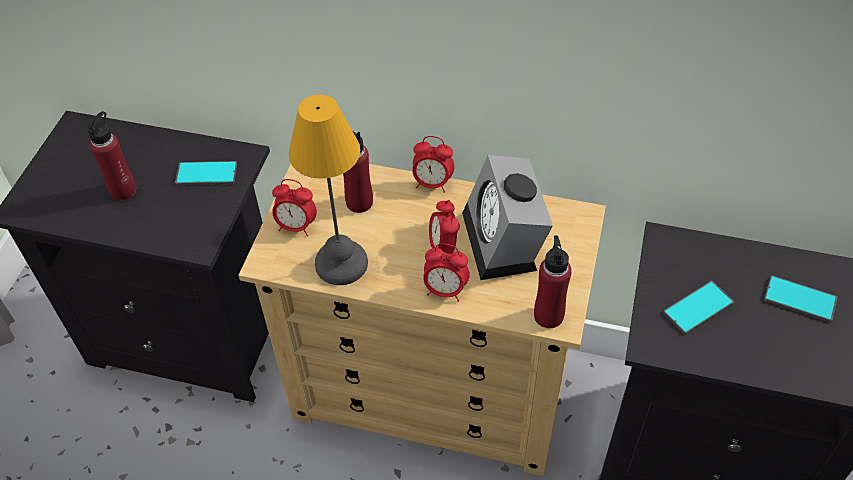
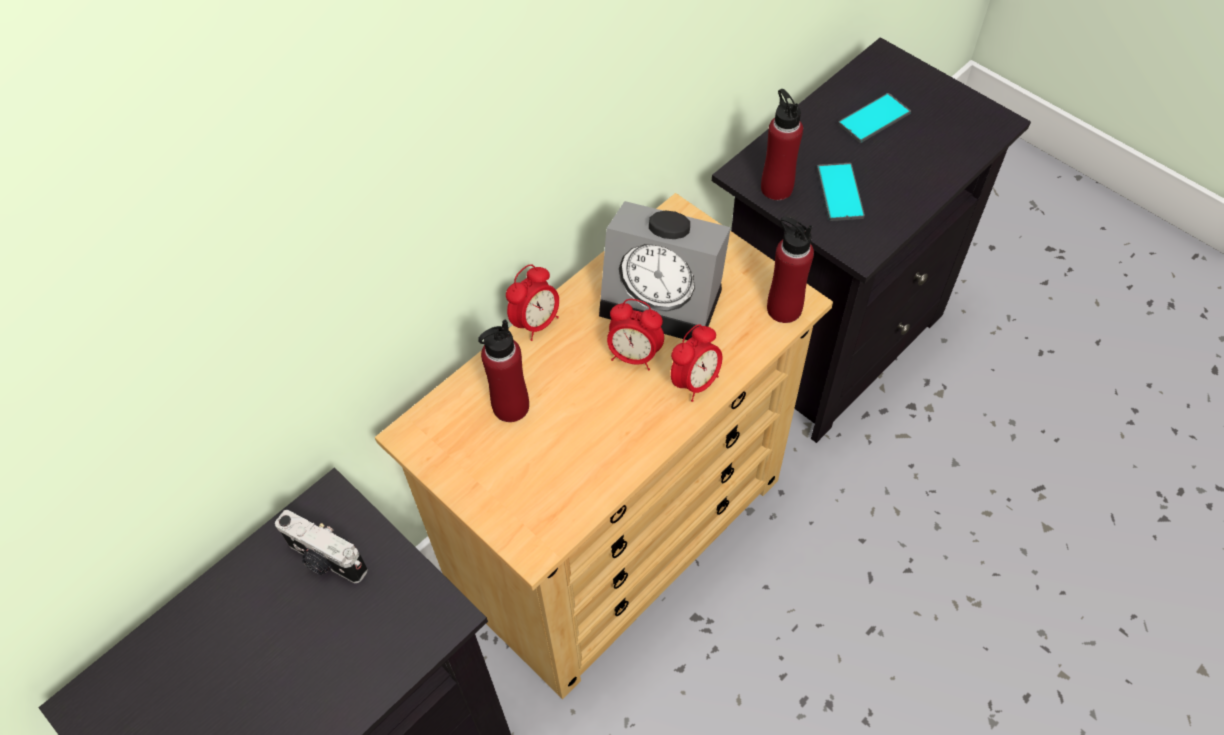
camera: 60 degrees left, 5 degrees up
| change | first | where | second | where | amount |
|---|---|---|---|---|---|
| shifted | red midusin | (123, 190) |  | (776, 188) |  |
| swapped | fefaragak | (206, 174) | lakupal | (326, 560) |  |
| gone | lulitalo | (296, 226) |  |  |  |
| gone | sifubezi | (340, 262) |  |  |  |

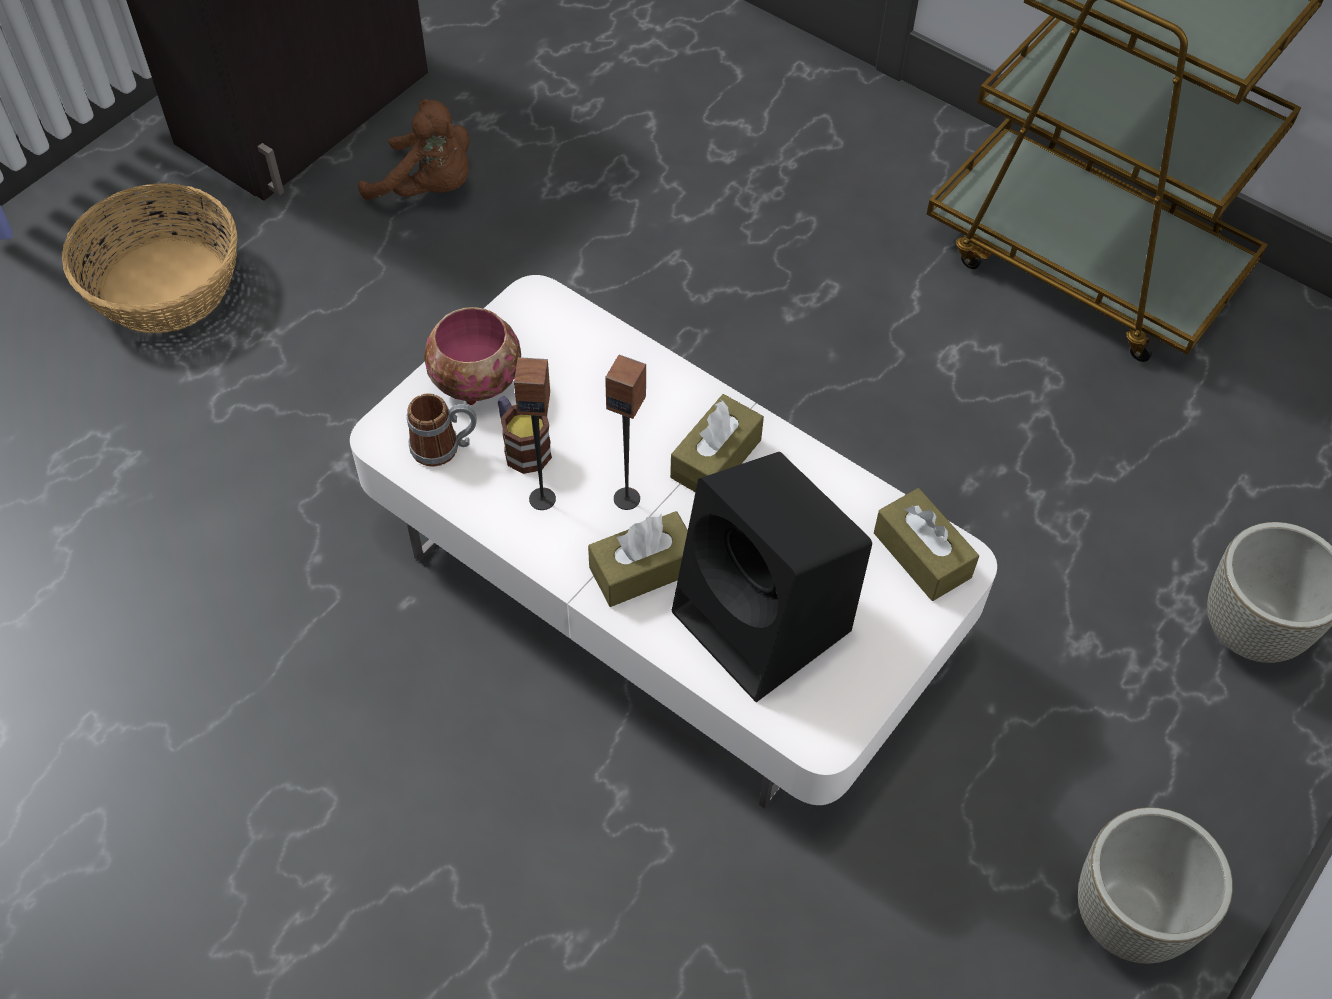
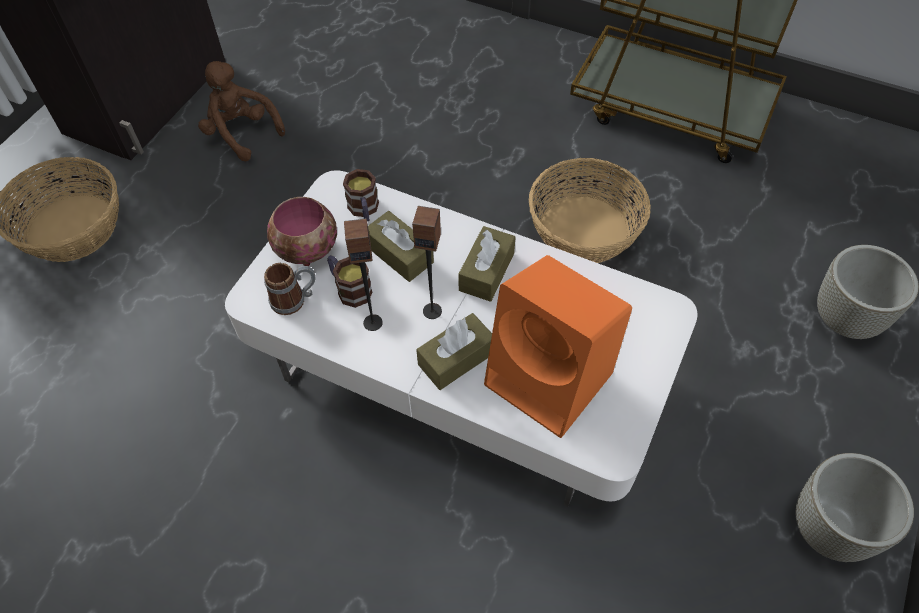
camera: 10 degrees left, 0 degrees up
| change | first | where | second | where | amount |
|---|---|---|---|---|---|
| rotated | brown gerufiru | (428, 188) |  | (241, 133) | 150 degrees counterclockwise |
| repainted | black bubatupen | (765, 624) | orange bubatupen | (552, 380) |  |
| shifted | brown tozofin | (922, 555) |  | (399, 254) |  |
| new |  |  | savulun | (364, 210) |  |
| new |  |  | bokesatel | (585, 229) |  |

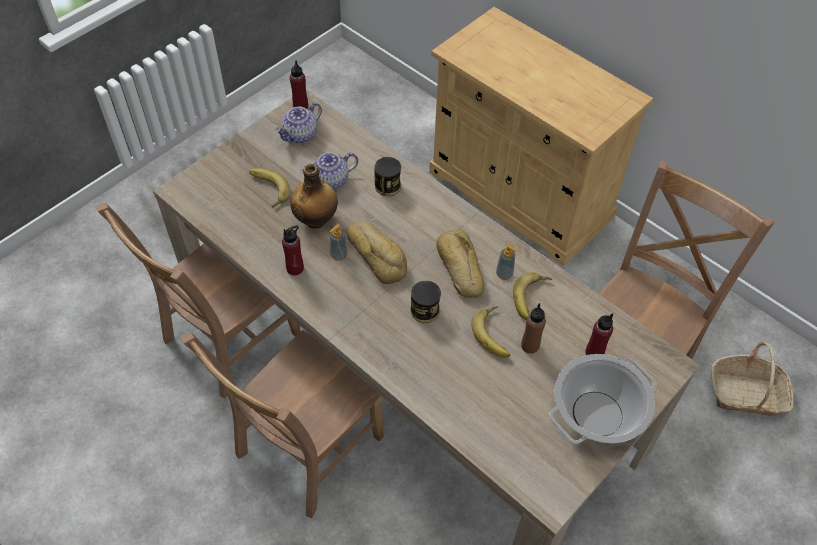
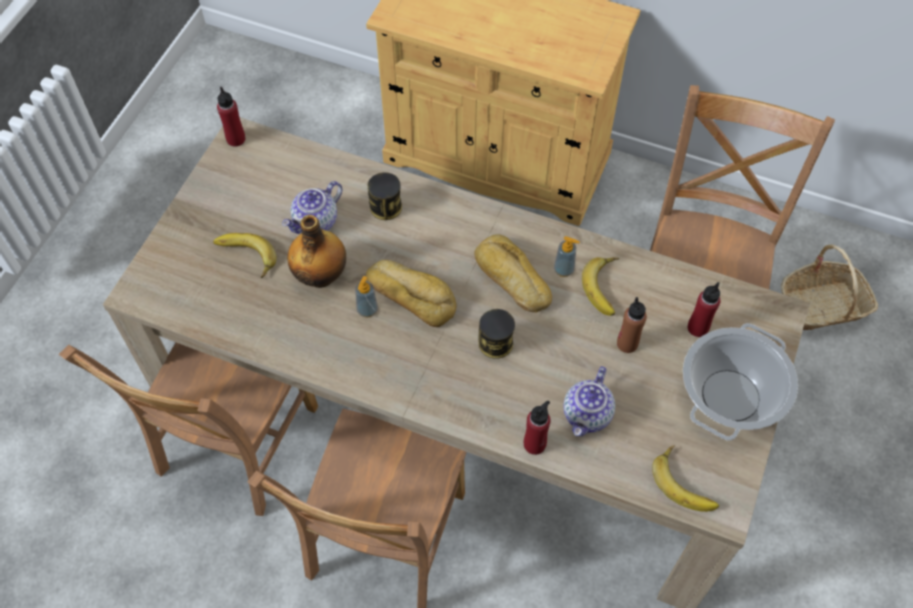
camera: 20 degrees left, 5 degrees up
| change | first | where | second | where | amount |
|---|---|---|---|---|---|
| shifted | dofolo | (300, 135) |  | (587, 415) |  |
| shifted | red midusin | (295, 268) |  | (534, 444) |  |
| shifted | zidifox | (495, 334) |  | (686, 482) |  |

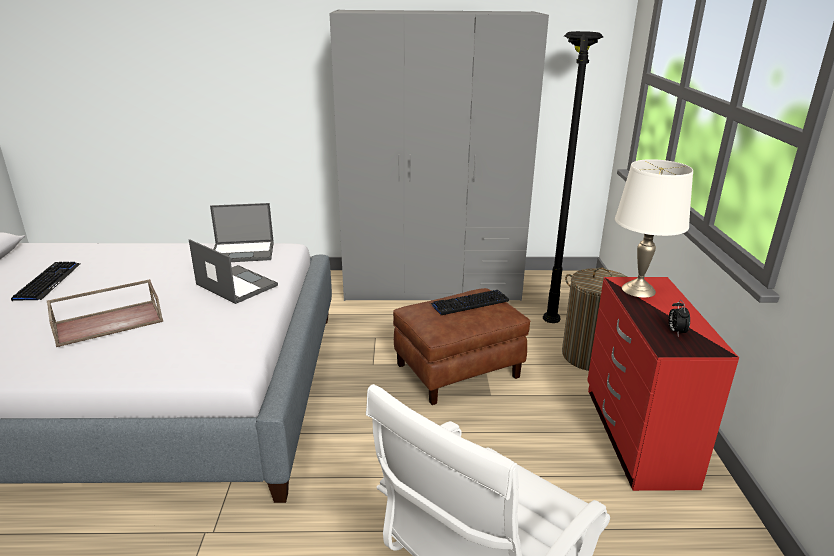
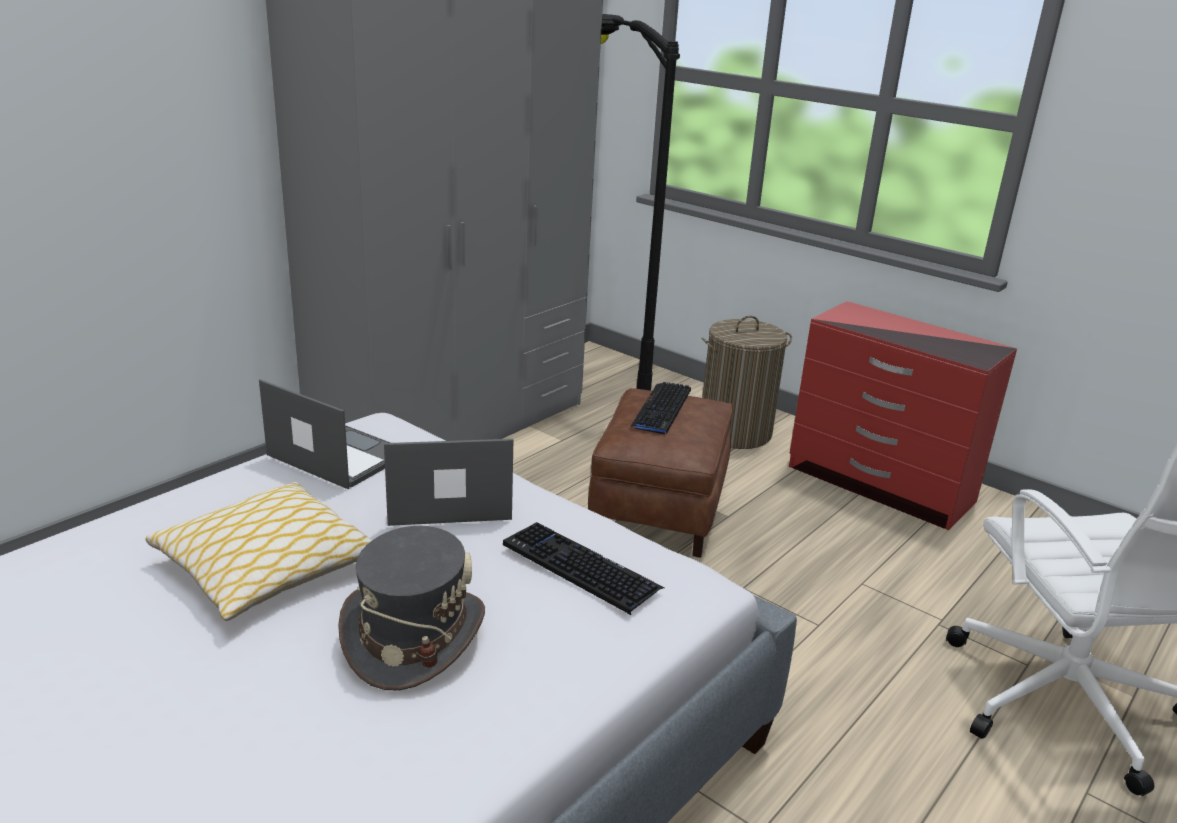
camera: 50 degrees left, 0 degrees up
| change | first | where | second | where | amount |
|---|---|---|---|---|---|
| shifted | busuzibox | (48, 282) |  | (580, 568) |  |
| swapped | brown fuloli | (109, 322) | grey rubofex | (413, 636) |  |
| rotated | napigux | (243, 252) |  | (336, 455) | 90 degrees counterclockwise |
| gone | white sifubezi | (638, 290) |  |  |  |
| gone | lulitalo | (676, 332) |  |  |  |
| new |  |  | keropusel | (267, 567) |  |

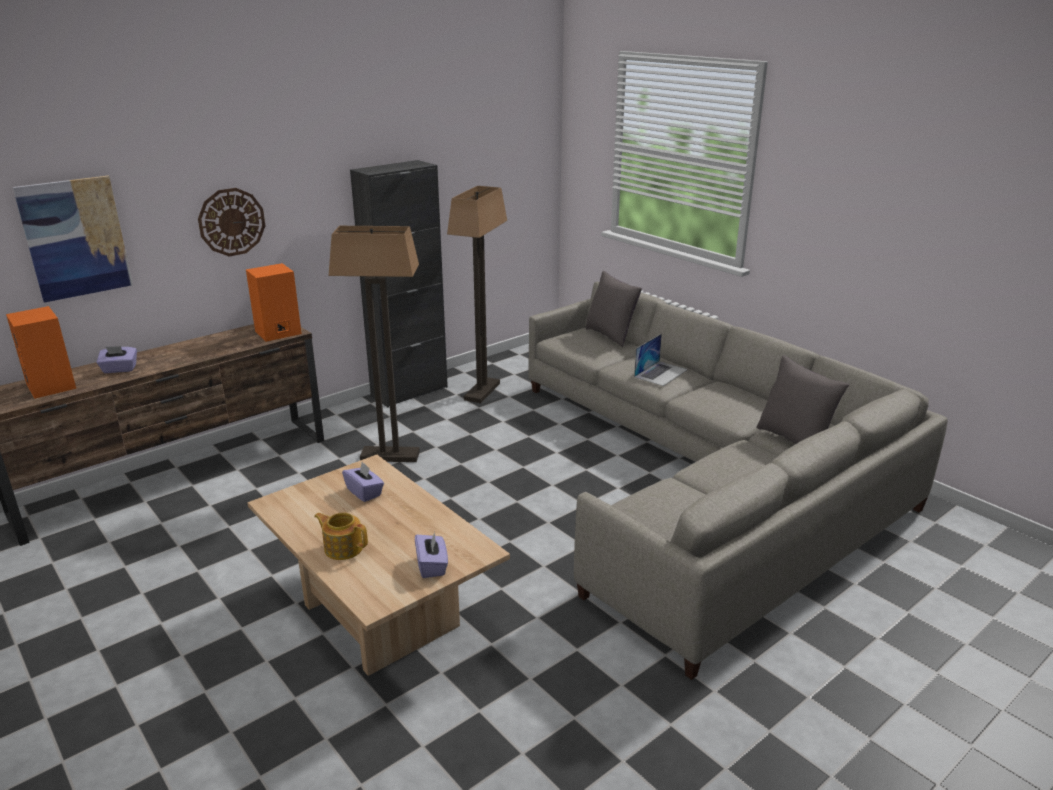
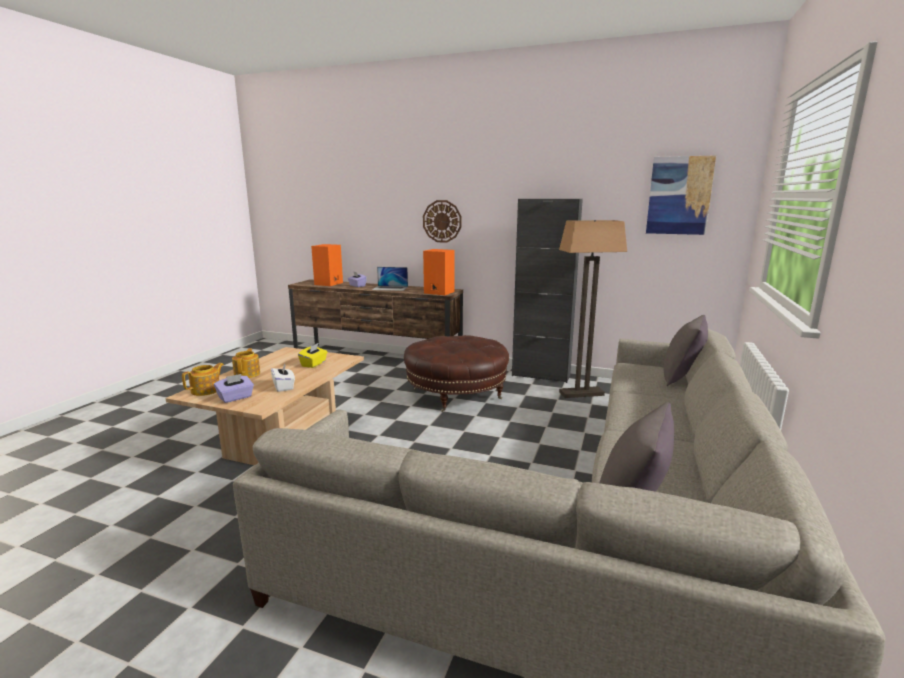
camera: 60 degrees right, 10 degrees down
| change | first | where | second | where | amount |
|---|---|---|---|---|---|
| shifted | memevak | (75, 238) |  | (679, 195) |  |
| swapped | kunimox | (390, 456) | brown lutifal | (456, 394) |  |
| repainted | purple tozofin | (364, 492) | yellow tozofin | (314, 364) |  |
| shifted | napigux | (661, 373) |  | (390, 288) |  |
| new |  |  | dofolo | (206, 390) |  |
| new |  |  | white tozofin | (284, 387) |  |

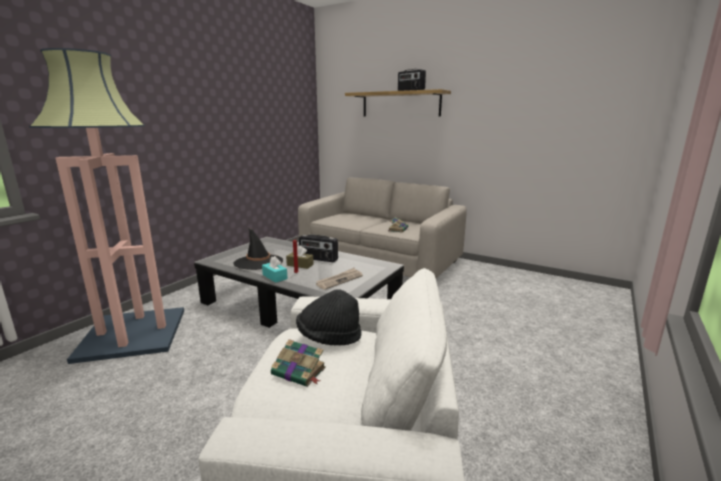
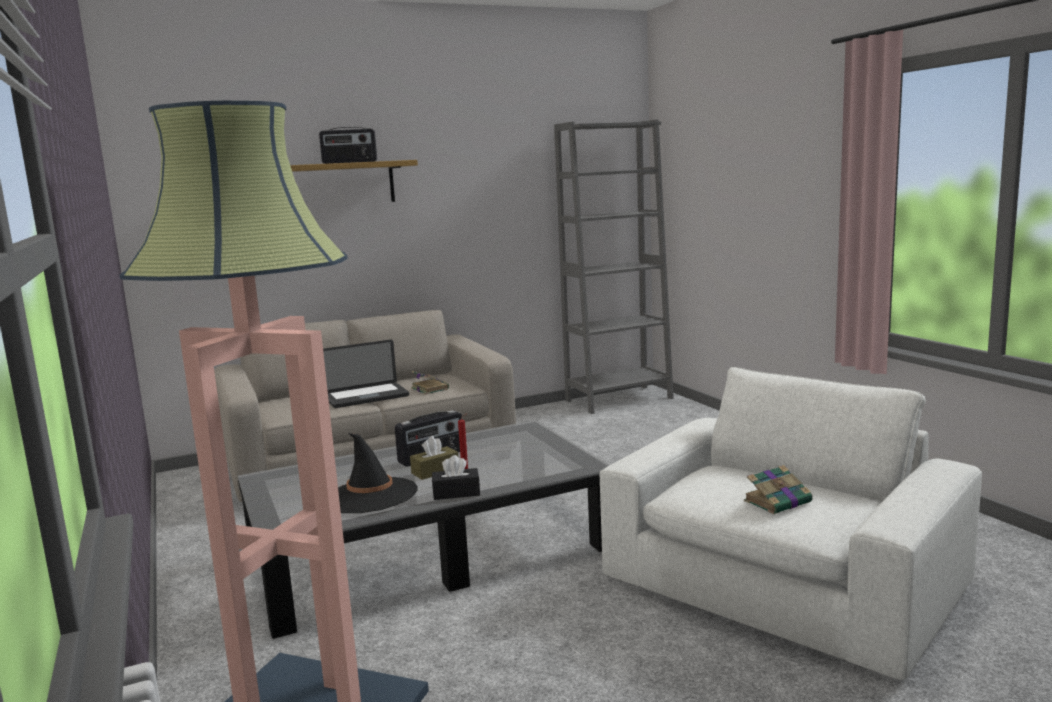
camera: 55 degrees left, 5 degrees down
| change | first | where | second | where | amount |
|---|---|---|---|---|---|
| repainted | turquoise tozofin | (275, 277) | black tozofin | (456, 493) |  |
| gone | black rubofex | (329, 337) |  |  |  |
| gone | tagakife | (339, 280) |  |  |  |
| new |  |  | napigux | (366, 397) |  |
| new |  |  | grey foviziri | (619, 399) |  |

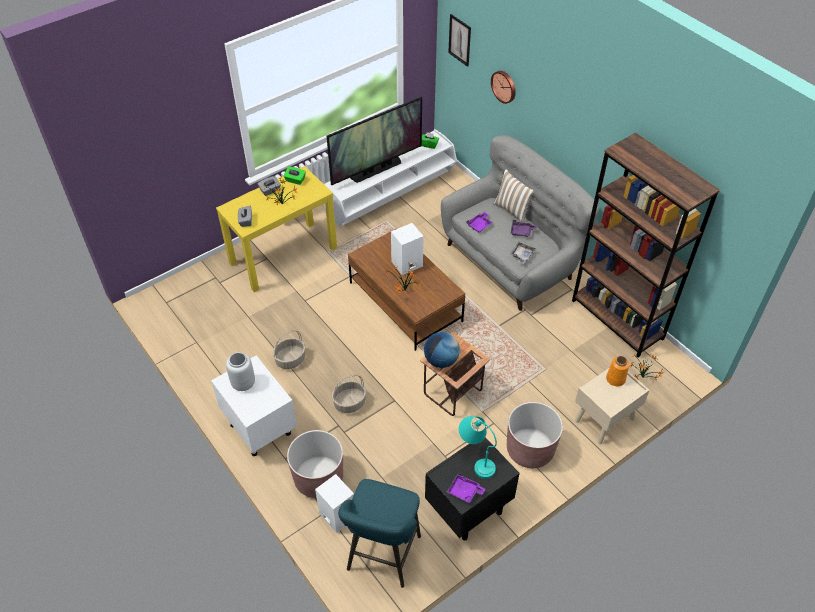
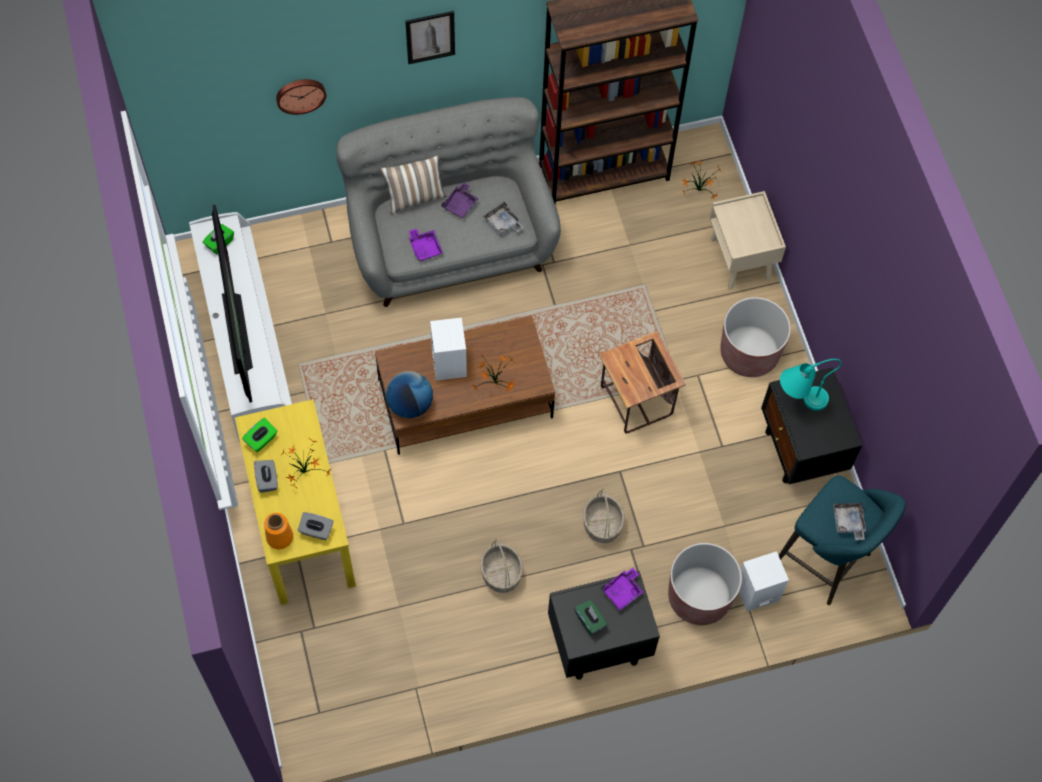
camera: 70 degrees left, 15 degrees up
| change | first | where | second | where | amount |
|---|---|---|---|---|---|
| repainted | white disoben | (260, 428) | black disoben | (597, 644) |  |
| swapped | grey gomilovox | (243, 383) | green tozofin | (590, 620) |  |
| shifted | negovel | (441, 360) |  | (410, 404) |  |
| shifted | purple fuloli | (464, 491) |  | (622, 591) |  |
| shifted | memevak | (459, 40) |  | (430, 37) |  |
| shifted | orange gomilovox | (616, 379) |  | (280, 536) |  |
| new |  |  | grey fuloli | (848, 522) |  |

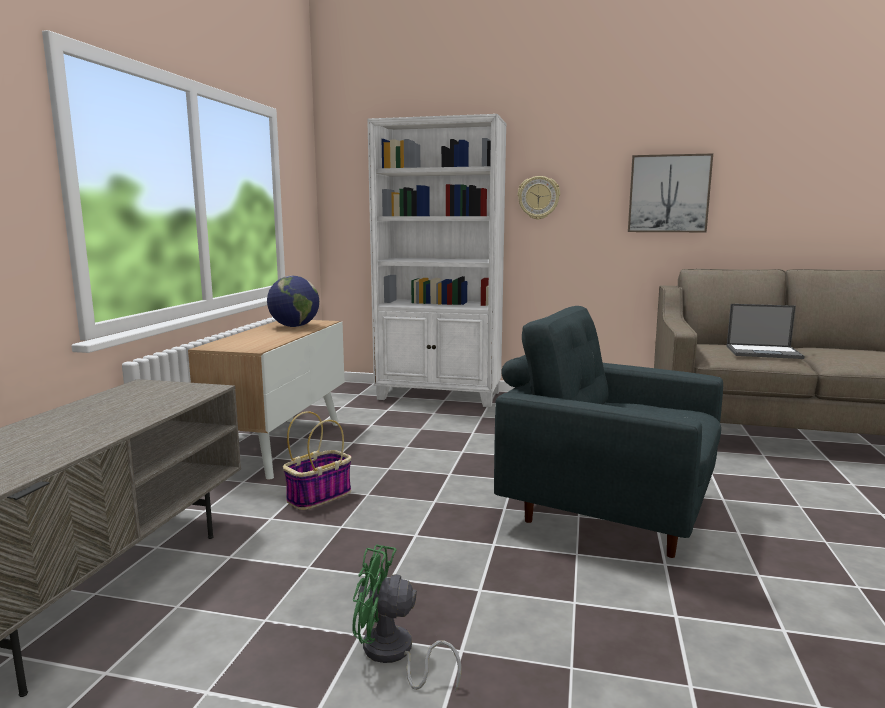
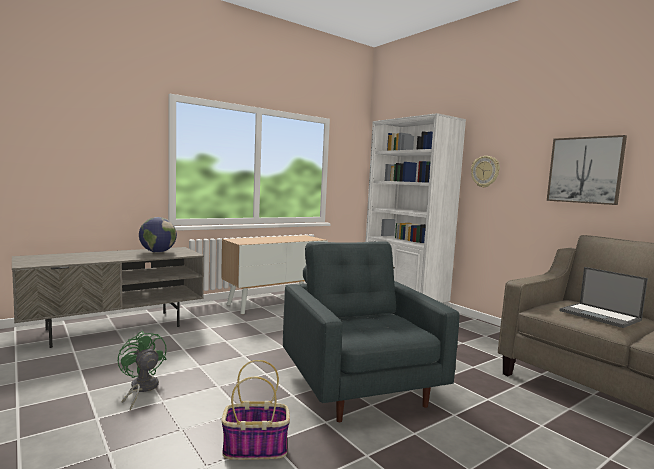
camera: 40 degrees right, 5 degrees down
| change | first | where | second | where | amount |
|---|---|---|---|---|---|
| shifted | negovel | (294, 326) |  | (157, 252) |  |
| shifted | bokesatel | (319, 496) |  | (256, 448) |  |

